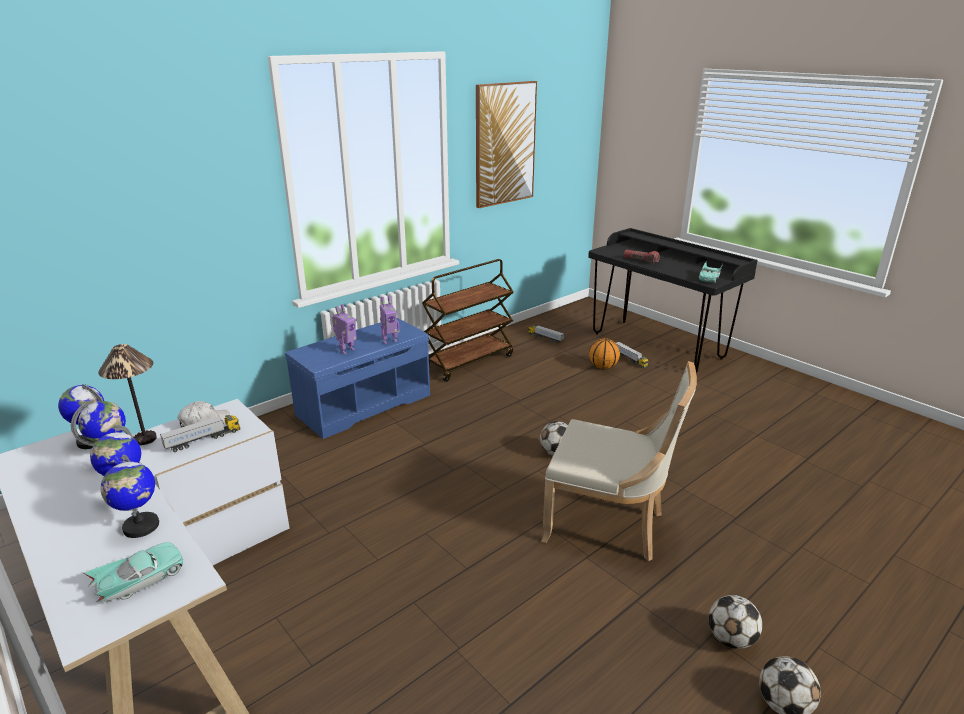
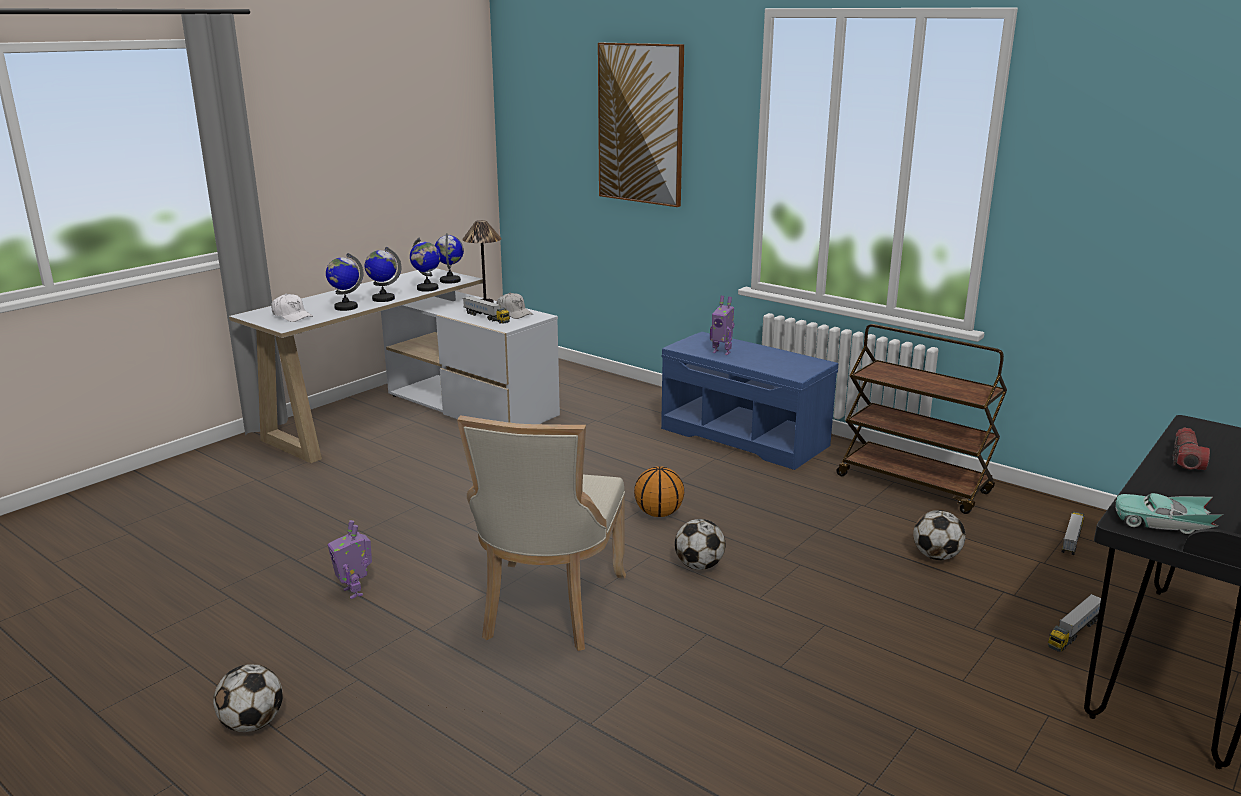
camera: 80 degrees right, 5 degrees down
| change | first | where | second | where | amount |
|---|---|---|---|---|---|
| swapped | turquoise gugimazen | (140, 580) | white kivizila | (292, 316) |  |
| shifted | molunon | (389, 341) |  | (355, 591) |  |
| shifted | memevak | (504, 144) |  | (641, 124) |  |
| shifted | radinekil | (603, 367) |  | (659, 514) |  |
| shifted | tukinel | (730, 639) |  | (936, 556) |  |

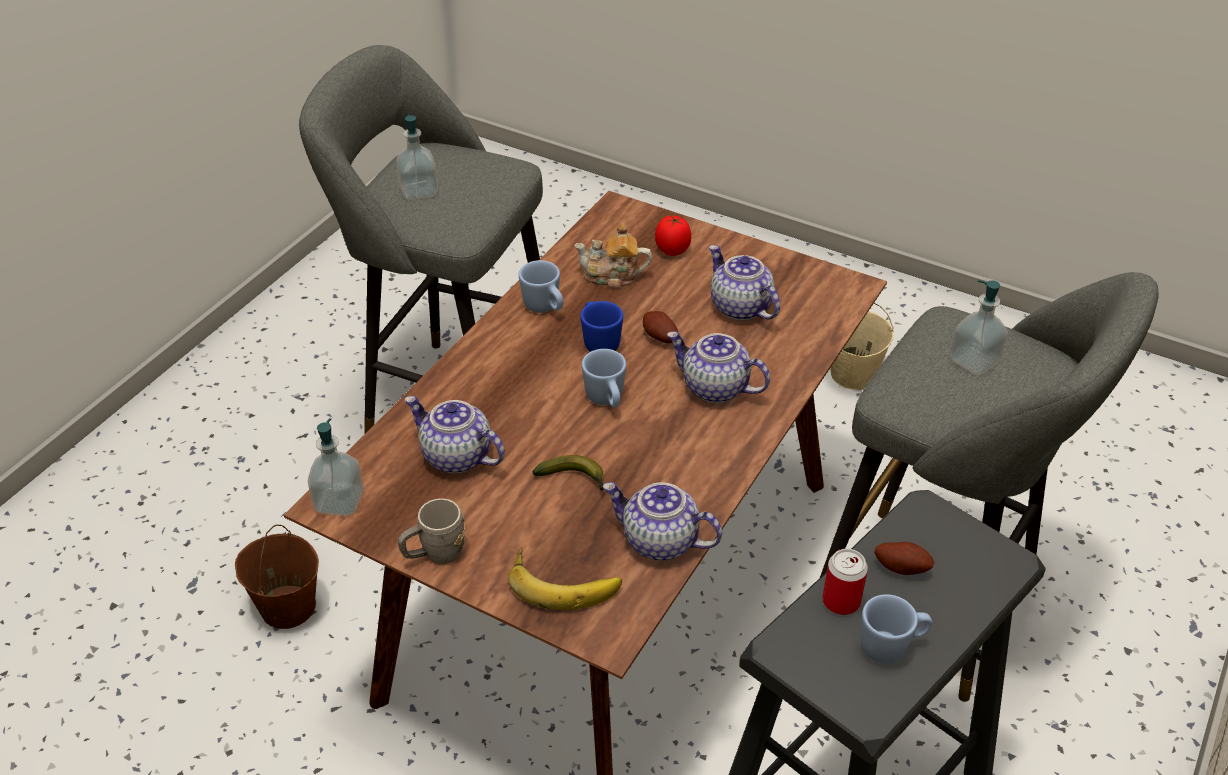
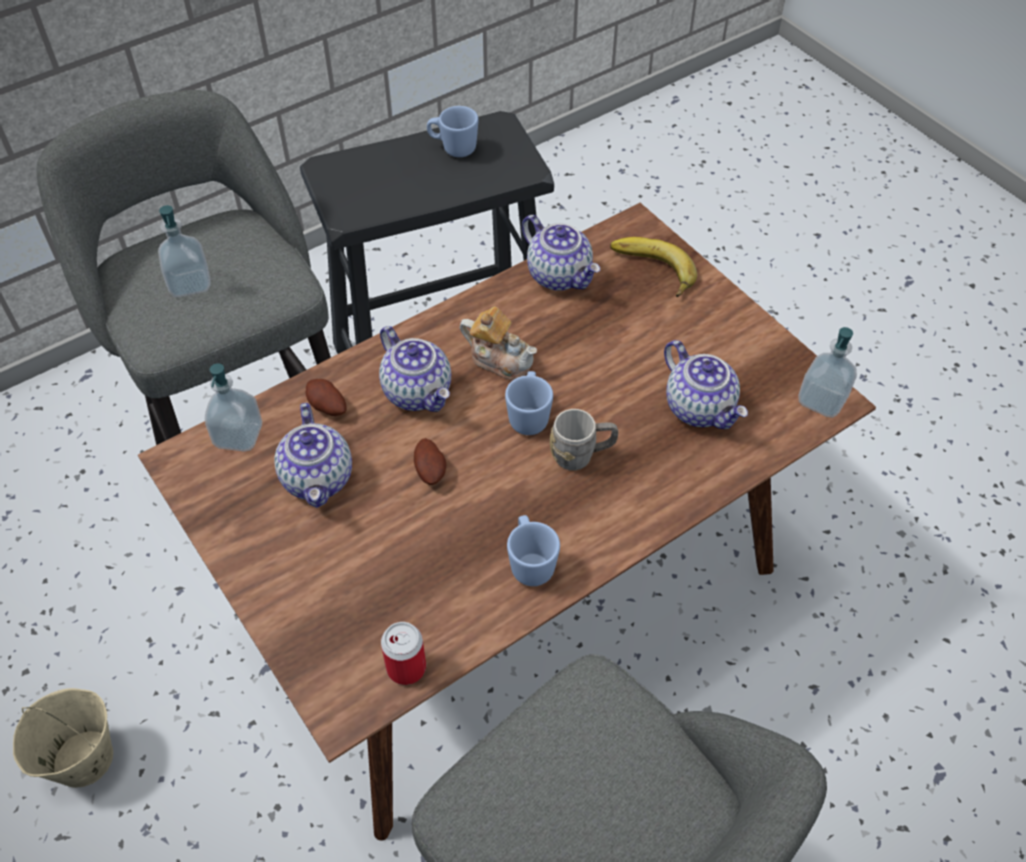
camera: 155 degrees left, 10 degrees up
| change | first | where | second | where | amount |
|---|---|---|---|---|---|
| gone | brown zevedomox | (287, 607) |  |  |  |
| shifted | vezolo | (419, 191) |  | (238, 435) |  |
| shifted | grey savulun | (435, 554) |  | (582, 455) |  |
| gone | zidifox | (575, 479) |  |  |  |
| shifted | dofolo | (612, 276) |  | (500, 359) |  |
| gone | blue savulun | (599, 342) |  |  |  |
| gone | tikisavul | (672, 250) |  |  |  |
| shifted | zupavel | (841, 601) |  | (406, 667) |  |
| shifted | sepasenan | (902, 567) |  | (327, 407) |  |

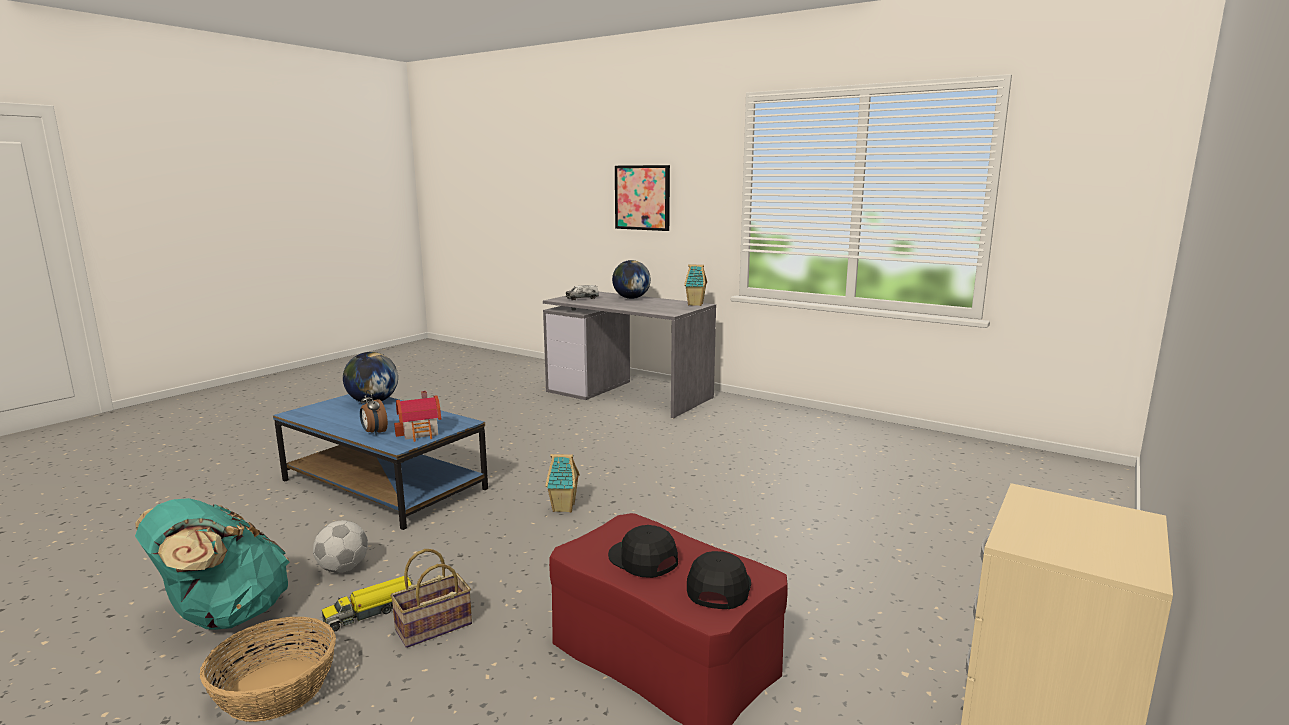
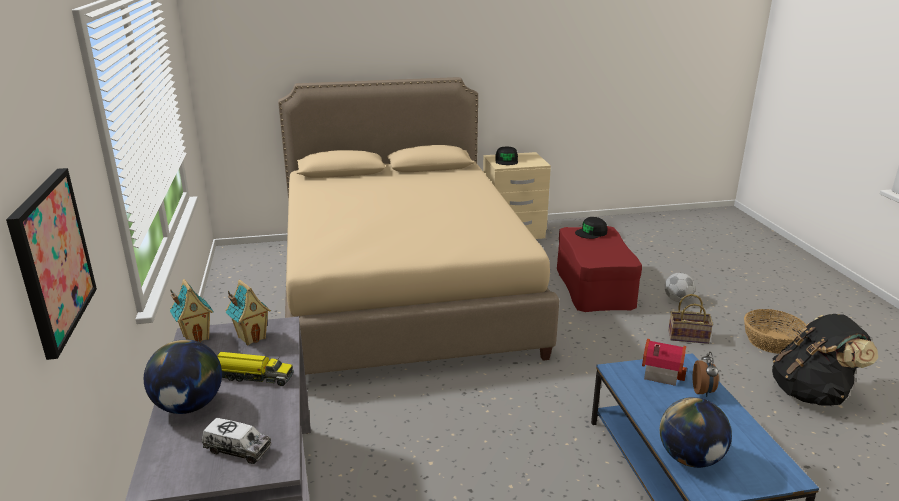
camera: 135 degrees left, 10 degrees up
| change | first | where | second | where | amount |
|---|---|---|---|---|---|
| repainted | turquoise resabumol | (224, 616) | black resabumol | (811, 393) |  |
| shifted | tukinel | (342, 569) |  | (678, 299) |  |
| shifted | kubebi | (371, 612) |  | (253, 376) |  |
| shifted | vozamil | (564, 508) |  | (252, 337) |  |
| shifted | black kivizila | (643, 559) |  | (506, 160) |  |
| new |  |  | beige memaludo | (402, 291) |  |

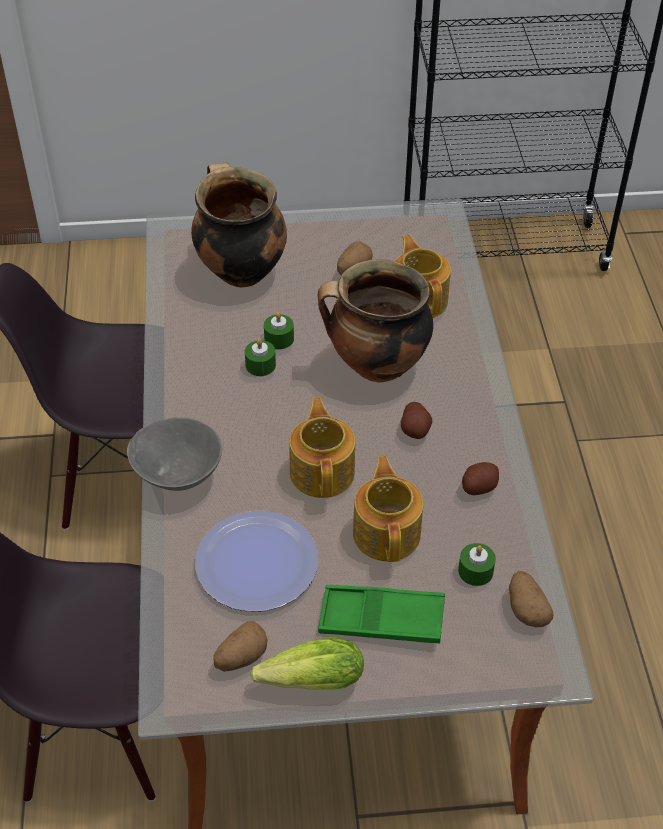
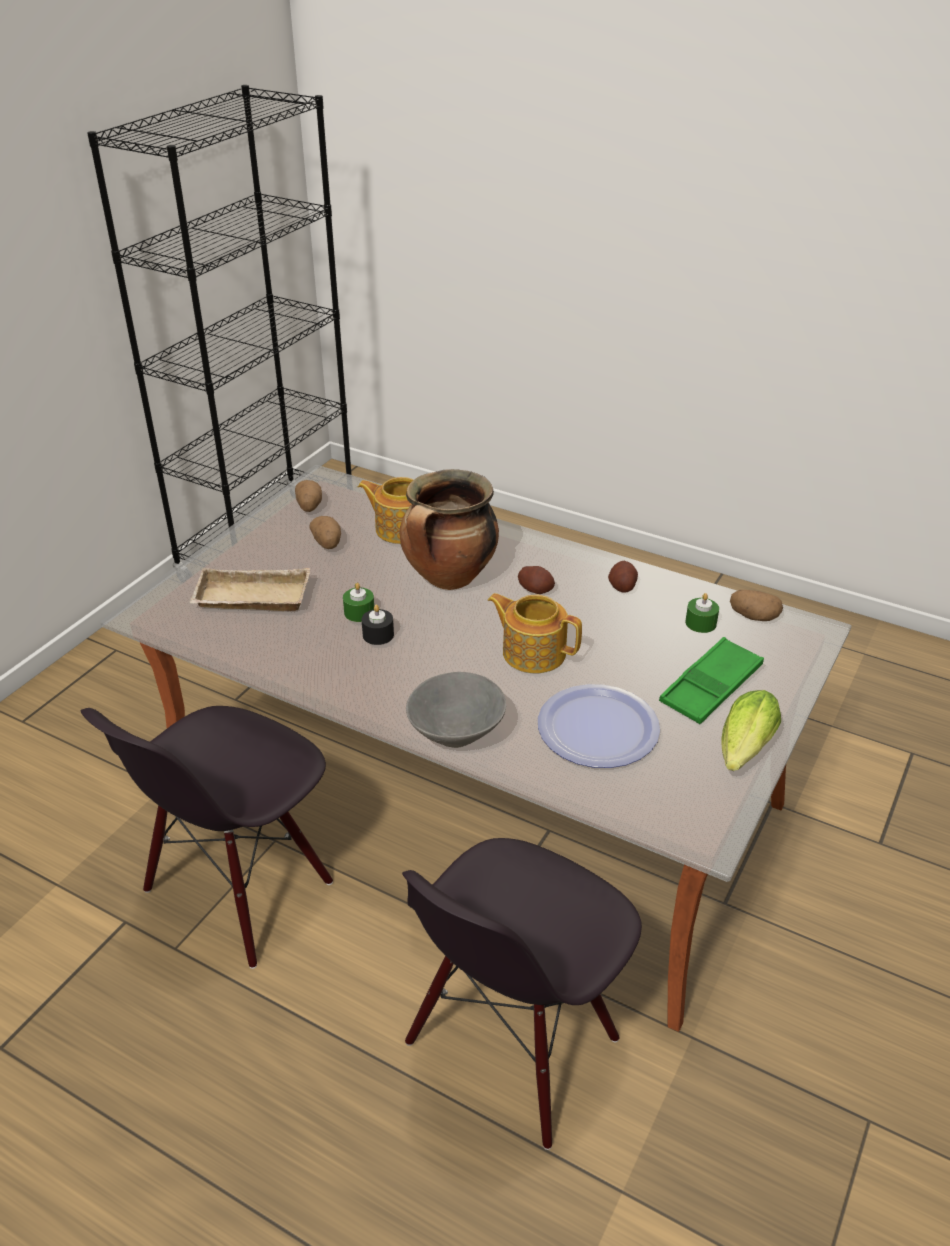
camera: 55 degrees left, 10 degrees down
| change | first | where | second | where | amount |
|---|---|---|---|---|---|
| swapped | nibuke | (240, 271) | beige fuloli | (250, 599) |  |
| shifted | sepasenan | (241, 657) |  | (309, 506) |  |
| repainted | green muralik | (260, 365) | black muralik | (378, 635) |  |
| gone | dofolo | (387, 532) |  |  |  |

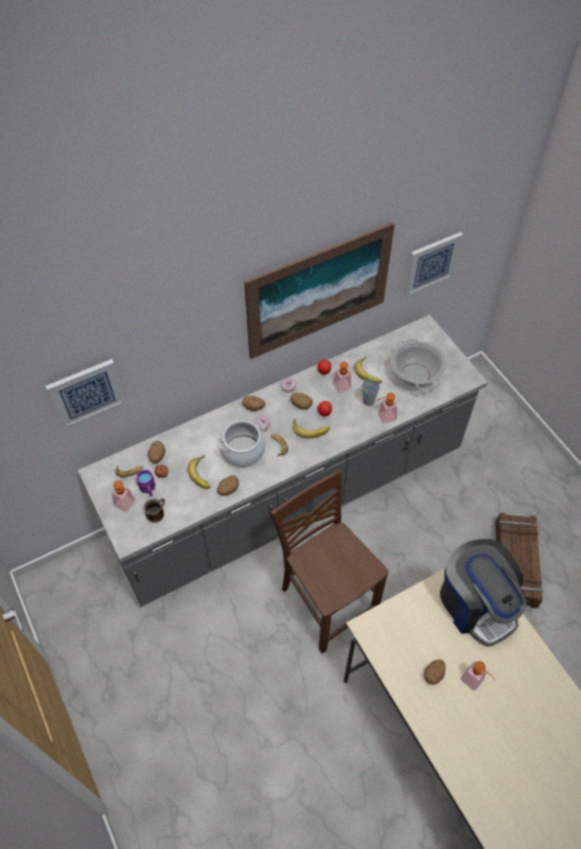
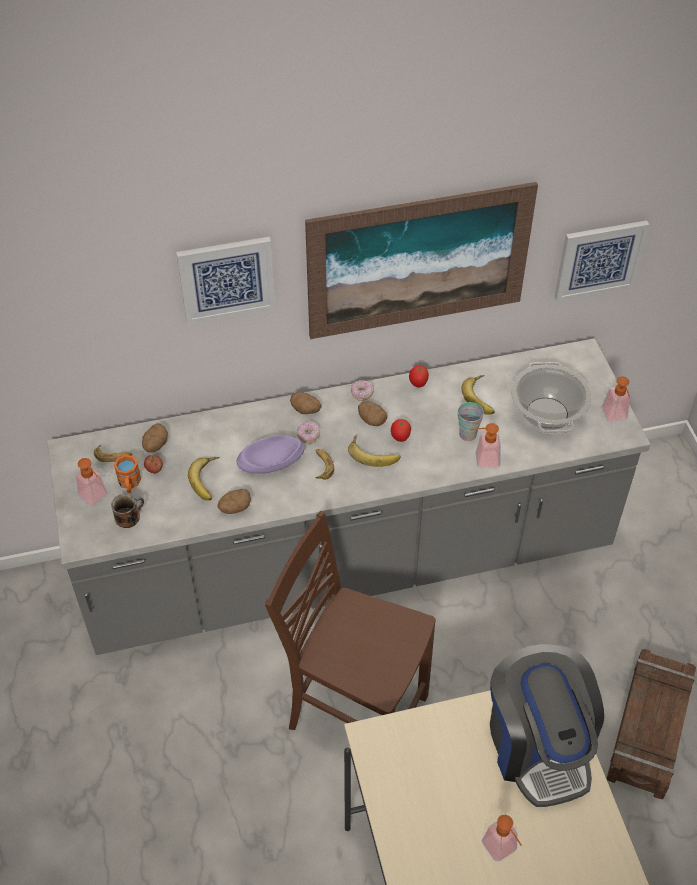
camera: 15 degrees right, 5 degrees down
| change | first | where | second | where | amount |
|---|---|---|---|---|---|
| shifted | memevak | (86, 393) |  | (226, 278) |  |
| repainted | purple savulun | (148, 489) | orange savulun | (129, 484) |  |
| swapped | nibuke | (242, 451) | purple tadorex | (271, 462) |  |
| rotated | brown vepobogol | (326, 601) |  | (355, 713) | 45 degrees counterclockwise |
| shifted | vezolo | (343, 388) |  | (615, 417) |  |
| gone | sepasenan | (434, 674) |  |  |  |

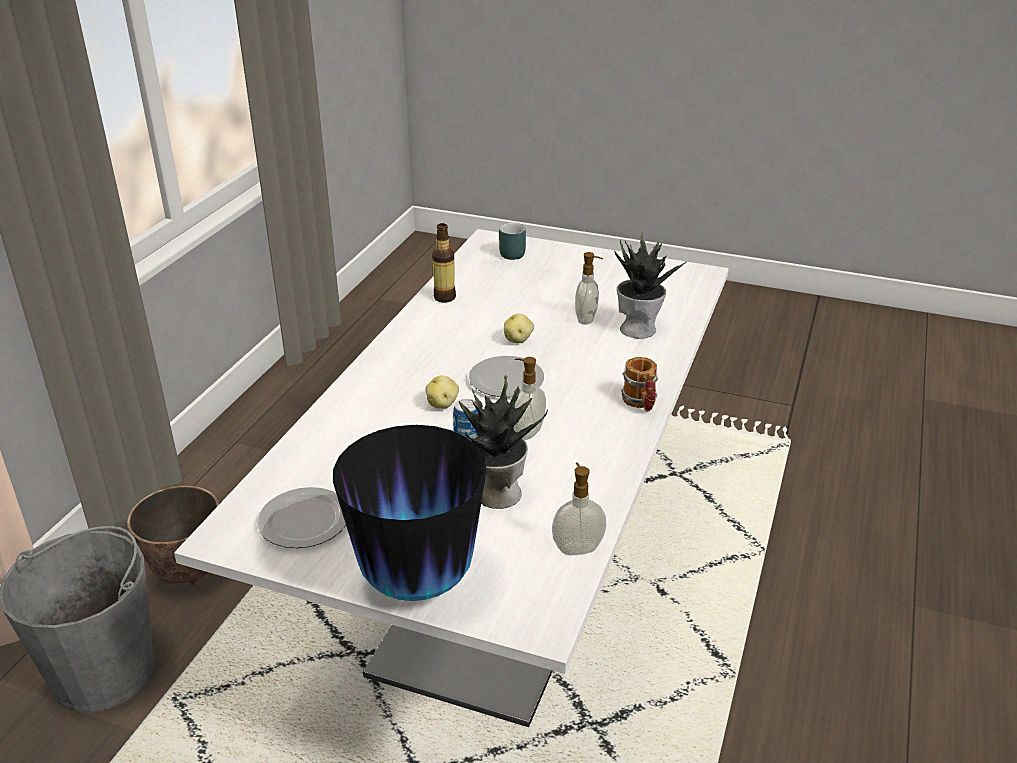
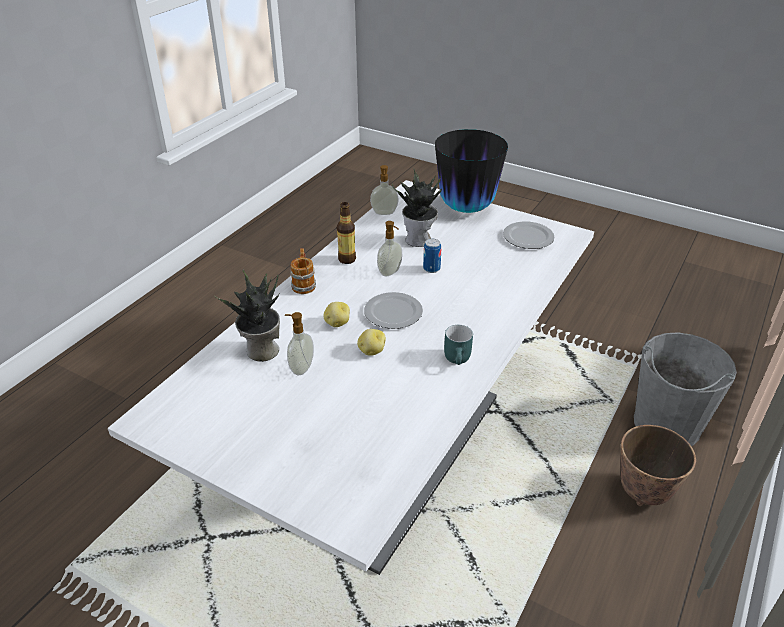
camera: 170 degrees left, 5 degrees up
| change | first | where | second | where | amount |
|---|---|---|---|---|---|
| shifted | sepasenan | (443, 404) |  | (337, 323) |  |
| shifted | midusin | (444, 297) |  | (347, 259) |  |
| shifted | turquoise savulun | (509, 253) |  | (459, 359) |  |

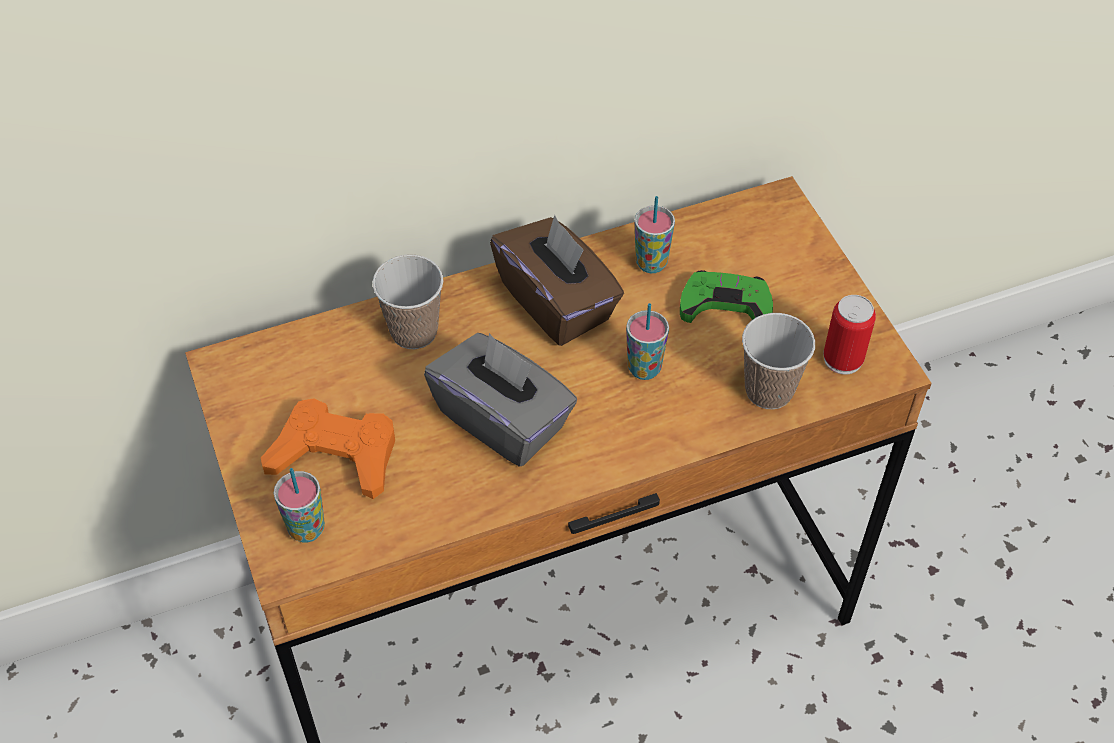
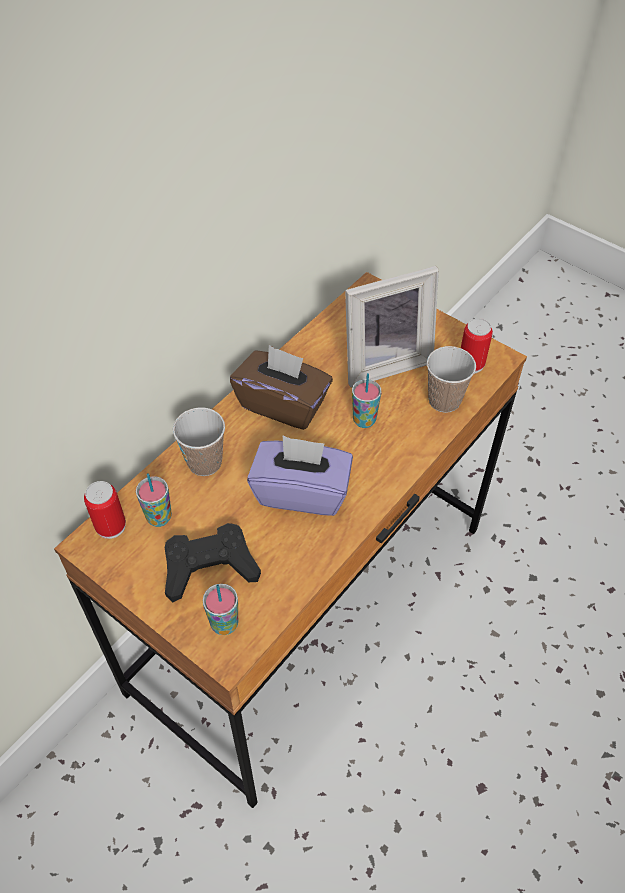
camera: 30 degrees left, 0 degrees up
| change | first | where | second | where | amount |
|---|---|---|---|---|---|
| repainted | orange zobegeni | (335, 455) | black zobegeni | (209, 566) |  |
| repainted | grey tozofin | (503, 420) | purple tozofin | (301, 491) |  |
| shifted | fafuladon | (651, 263) |  | (159, 517) |  |
| swapped | green zobegeni | (726, 305) | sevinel | (384, 361) |  |
| new |  |  | zupavel | (110, 526) |  |

